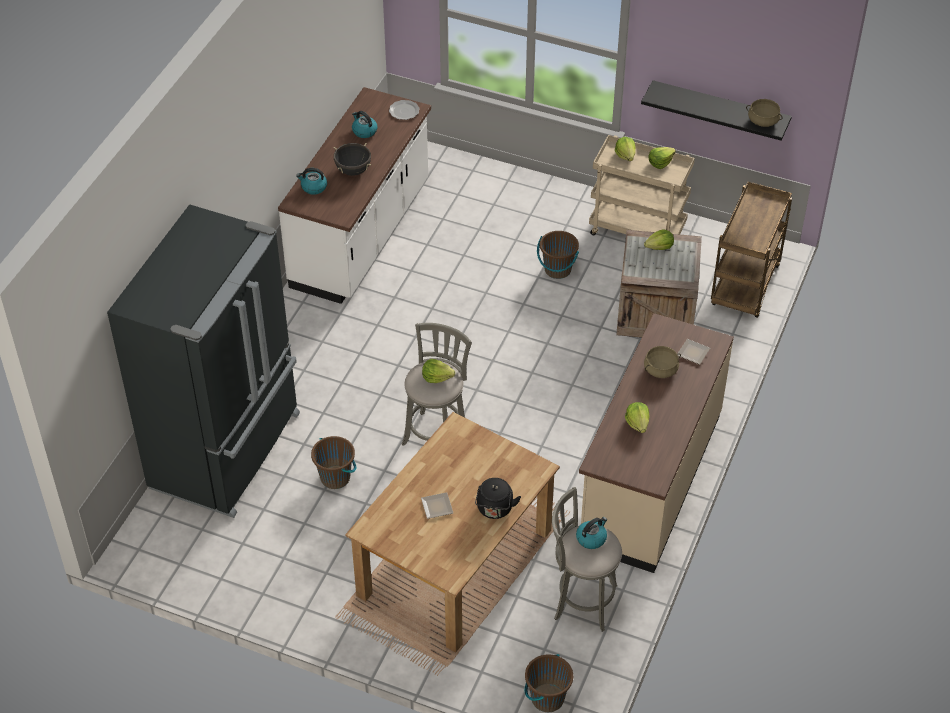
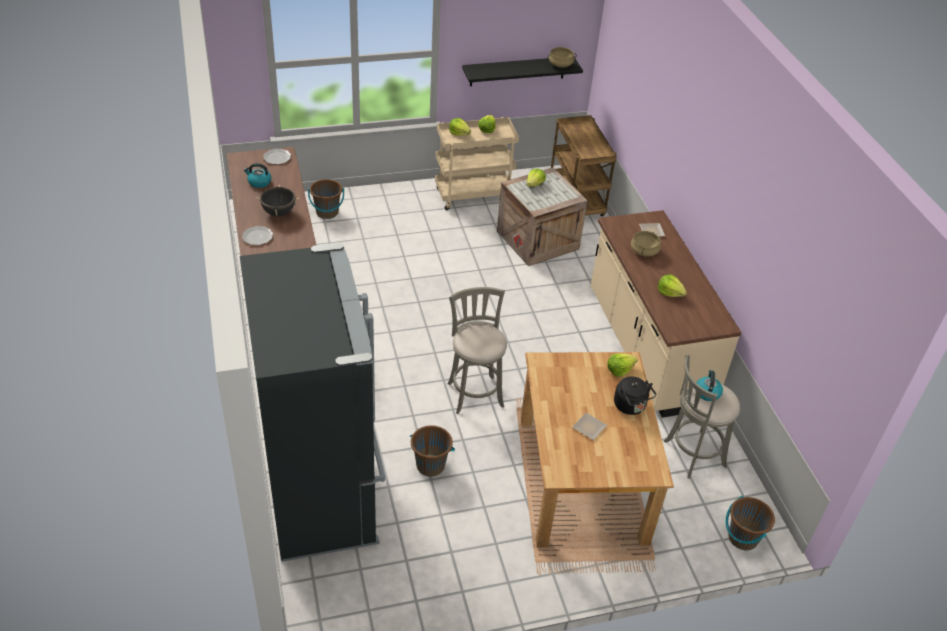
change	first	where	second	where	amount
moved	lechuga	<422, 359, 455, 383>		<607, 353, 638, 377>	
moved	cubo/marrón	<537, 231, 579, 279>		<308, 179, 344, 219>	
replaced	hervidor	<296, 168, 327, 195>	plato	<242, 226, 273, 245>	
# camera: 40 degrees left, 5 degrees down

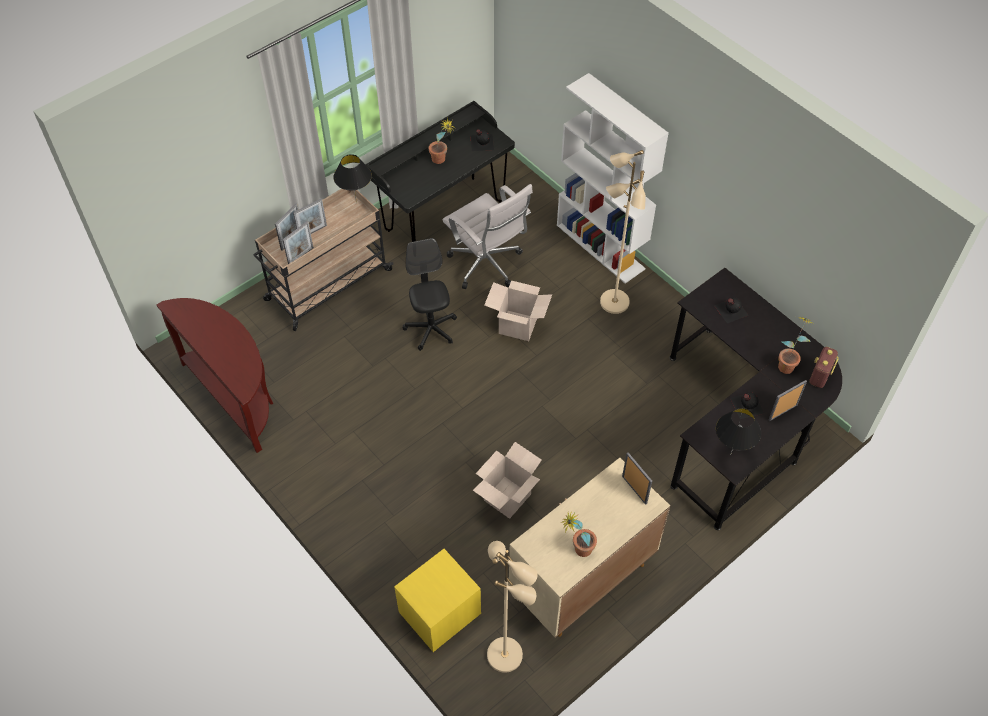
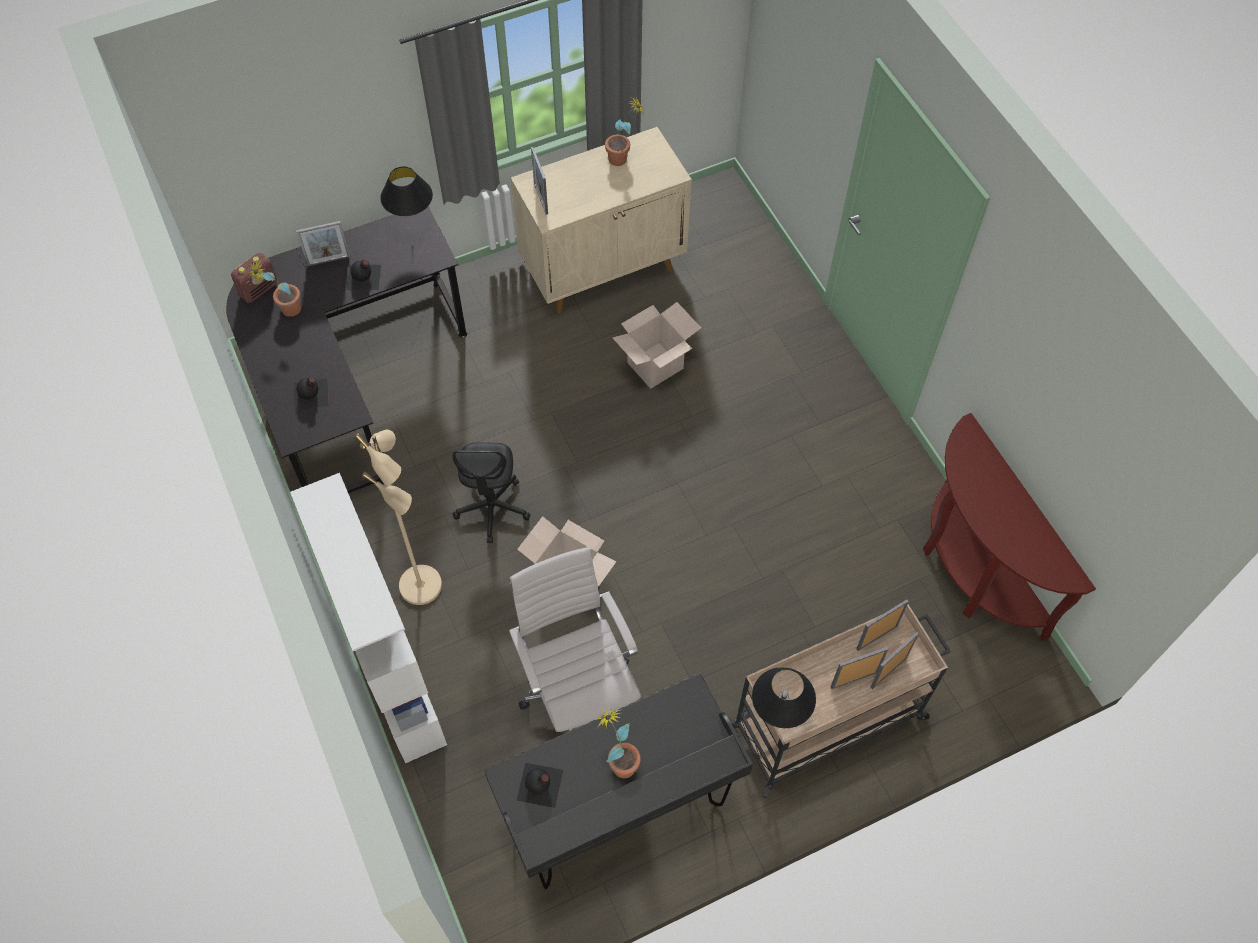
change	first	where	second	where	amount
removed	mesita de noche/amarillo	<394, 549, 481, 652>			
removed	lámpara de pie/beis	<487, 541, 538, 673>			
moved	silla de oficina/negro	<403, 238, 457, 351>		<453, 443, 530, 543>	
# camera: 165 degrees left, 5 degrees up

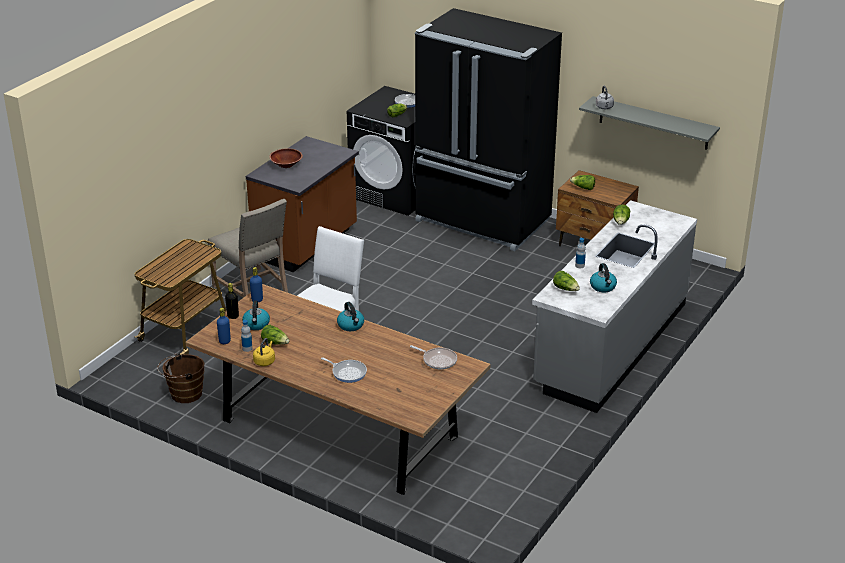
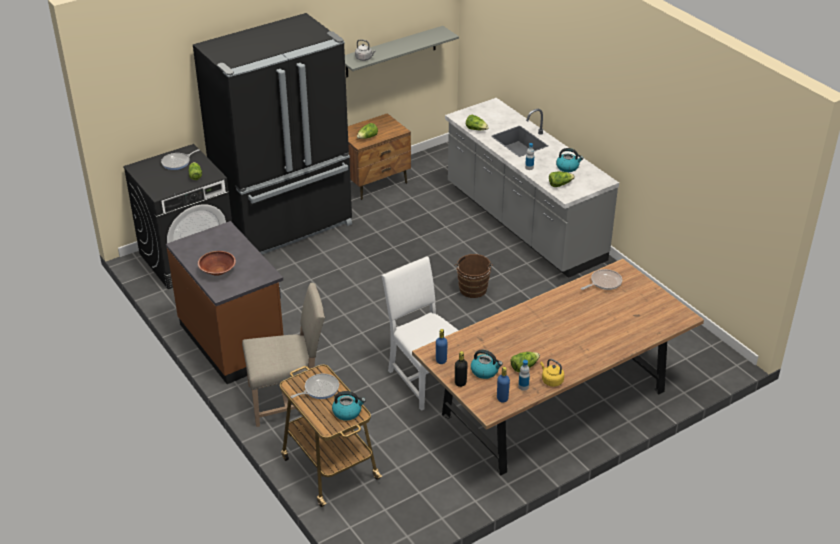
change	first	where	second	where	amount
moved	cubo/marrón	<157, 353, 205, 403>		<454, 254, 493, 298>	
moved	sartén	<321, 357, 367, 383>		<291, 373, 339, 399>	
moved	hervidor	<337, 302, 364, 331>		<332, 391, 366, 421>	
# camera: 65 degrees left, 5 degrees up

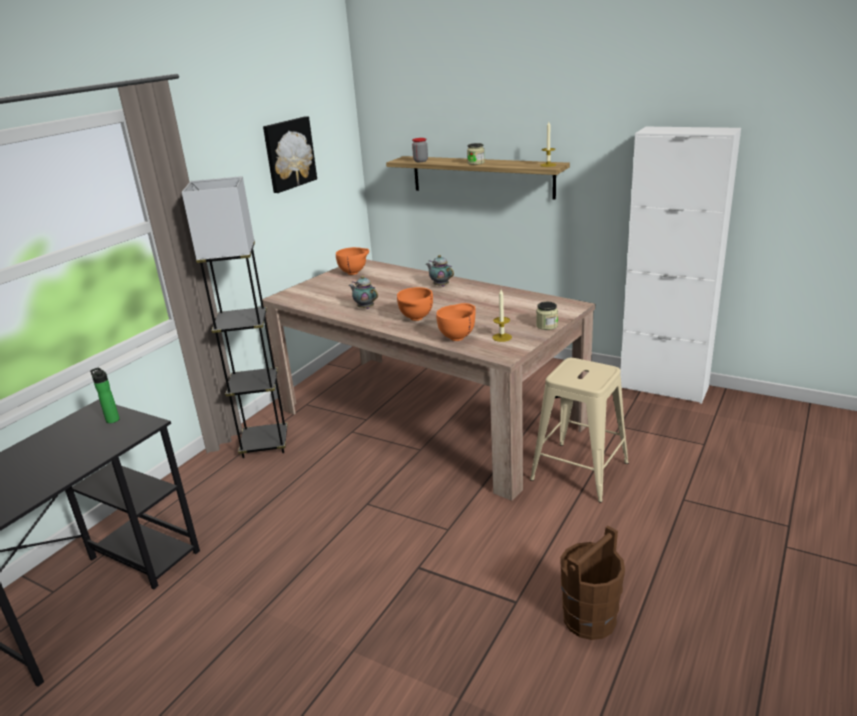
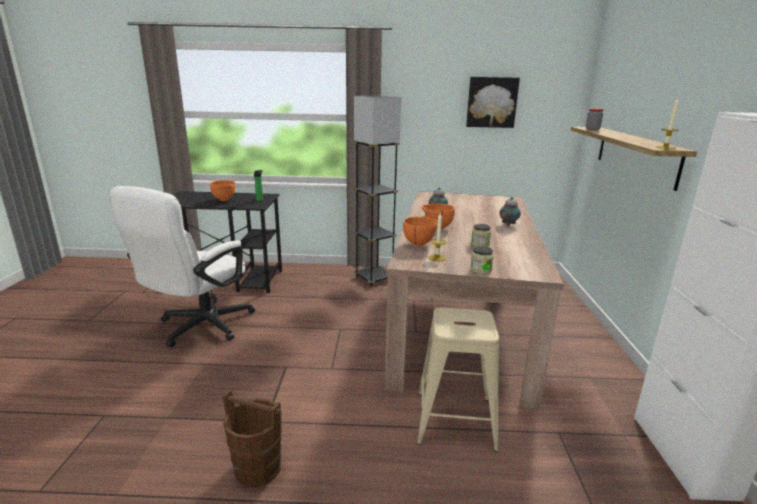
change	first	where	second	where	amount
added			silla de oficina/blanco	<109, 186, 255, 347>	
moved	cuenco/naranja	<336, 247, 369, 275>		<210, 180, 235, 201>	
moved	tarro	<467, 143, 485, 165>		<471, 224, 491, 247>	
# camera: 60 degrees right, 5 degrees down

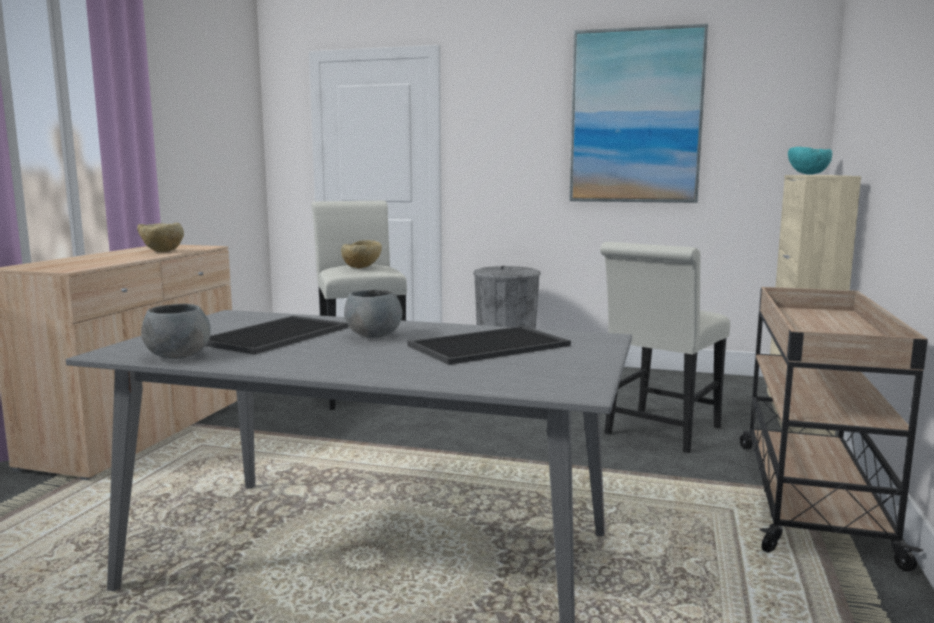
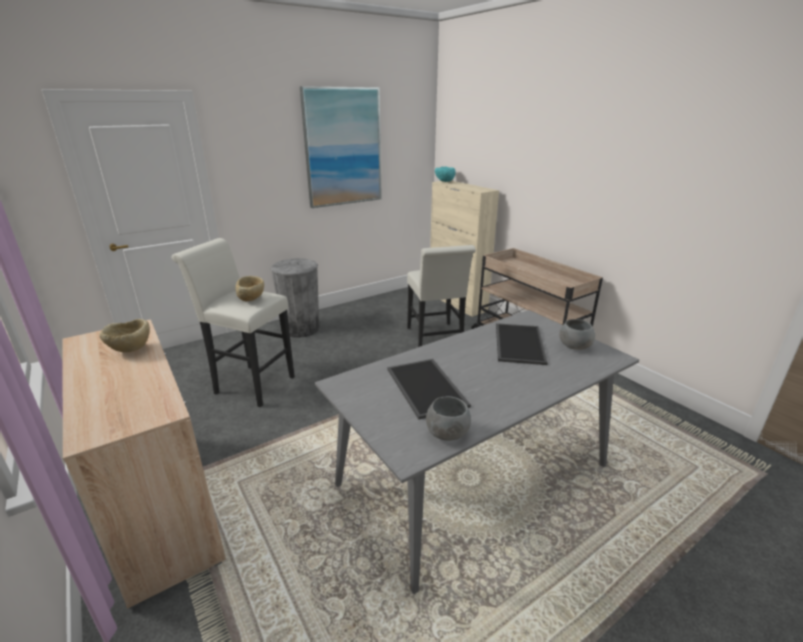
change	first	where	second	where	amount
moved	cuenco/gris	<344, 290, 402, 338>		<559, 319, 595, 350>	
# camera: 50 degrees left, 15 degrees up

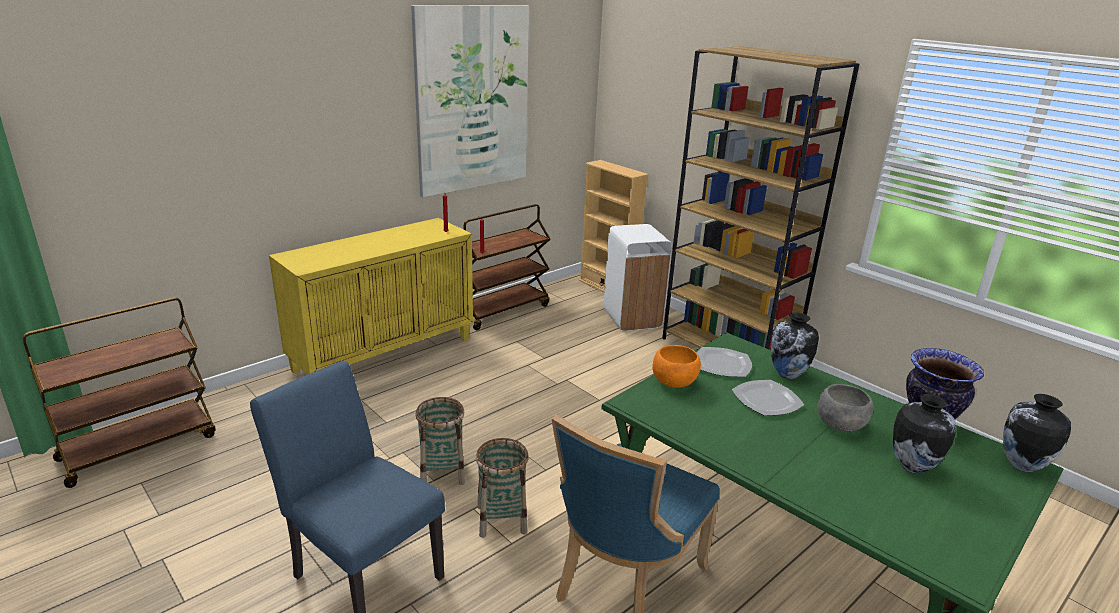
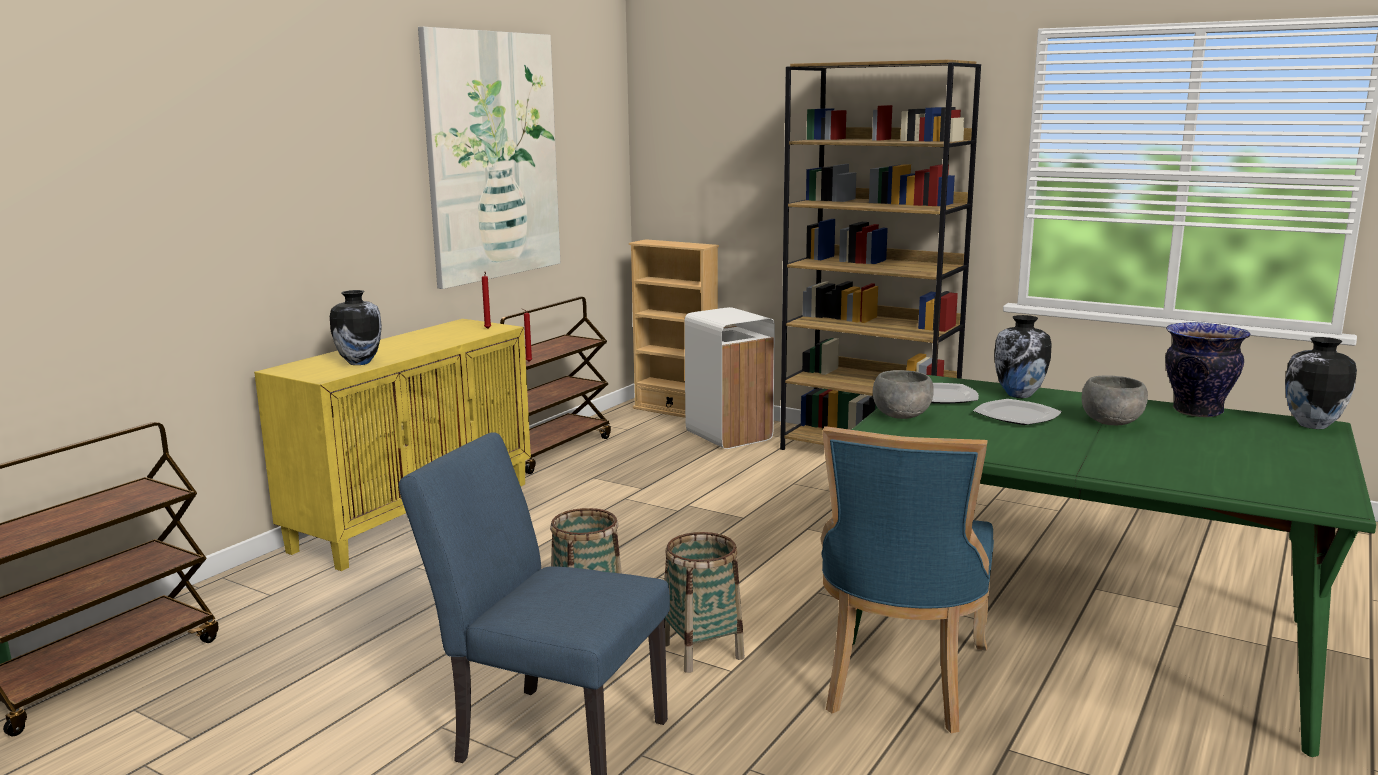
change	first	where	second	where	amount
moved	florero	<893, 394, 956, 474>		<330, 290, 382, 365>	
recoloured	cuenco/naranja	<652, 345, 701, 388>	cuenco/gris	<873, 370, 934, 419>	
# camera: 15 degrees left, 10 degrees down

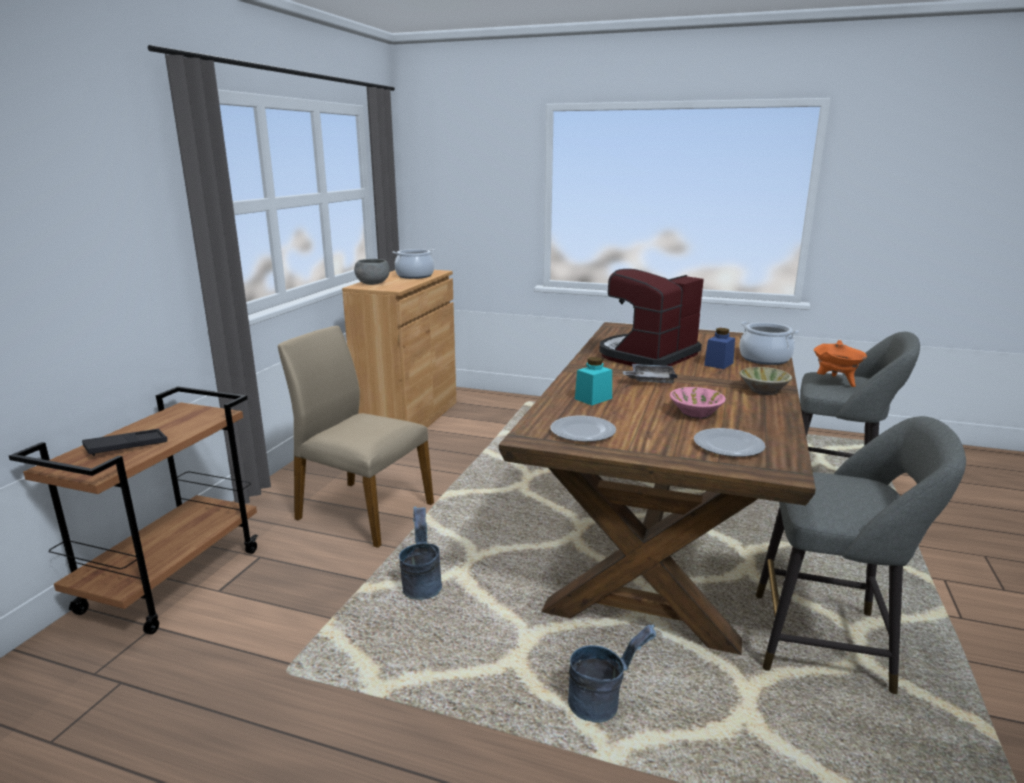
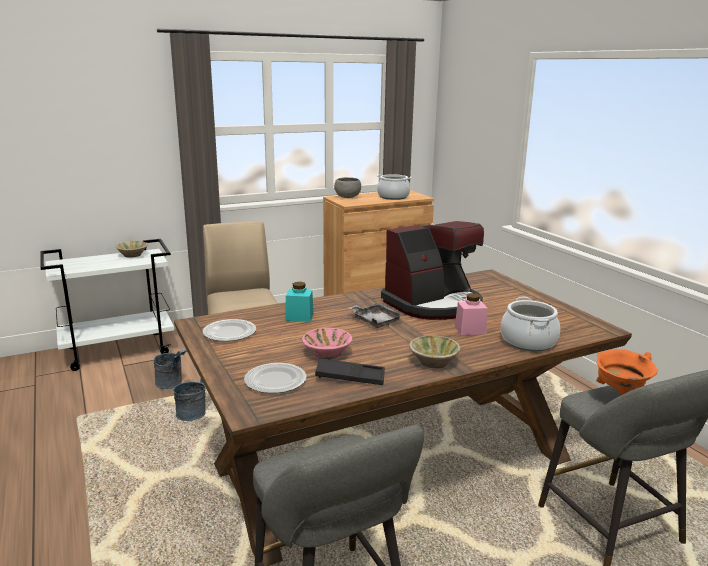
change	first	where	second	where	amount
added			cuenco/beis	<115, 241, 148, 258>	
moved	bandeja/negro	<82, 429, 167, 456>		<315, 358, 385, 385>	
moved	cubo/gris	<568, 624, 656, 723>		<154, 349, 187, 389>	
recoloured	carrito/marrón	<9, 386, 259, 634>	carrito/blanco	<40, 239, 174, 371>	
recoloured	tarro/azul	<704, 328, 735, 369>	tarro/rosa	<455, 293, 488, 335>	
turned	cafetera	<599, 269, 704, 366>		<381, 221, 484, 320>	150 degrees clockwise
# camera: 45 degrees right, 0 degrees up

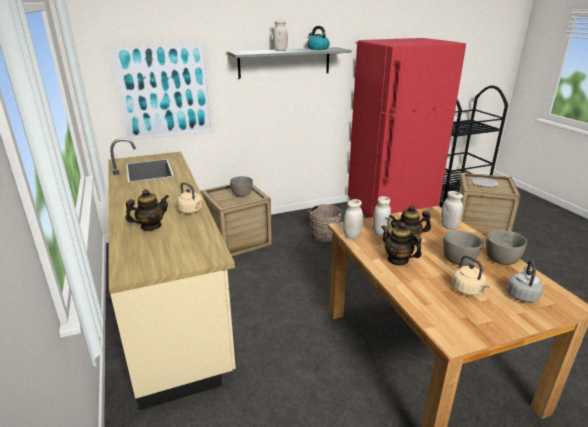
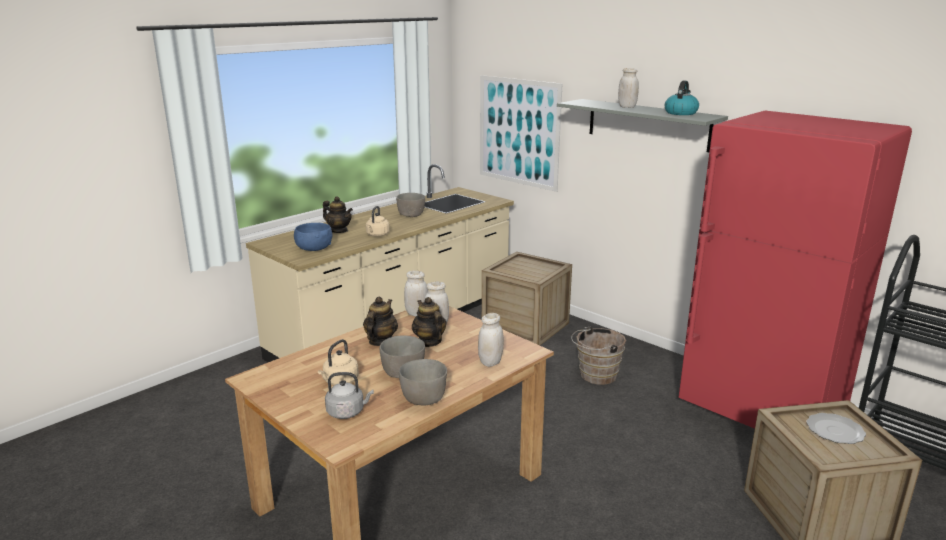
change	first	where	second	where	amount
added			cuenco/azul	<294, 223, 332, 251>	
moved	cuenco/gris	<230, 176, 253, 197>		<396, 193, 425, 217>	
# camera: 65 degrees right, 5 degrees down

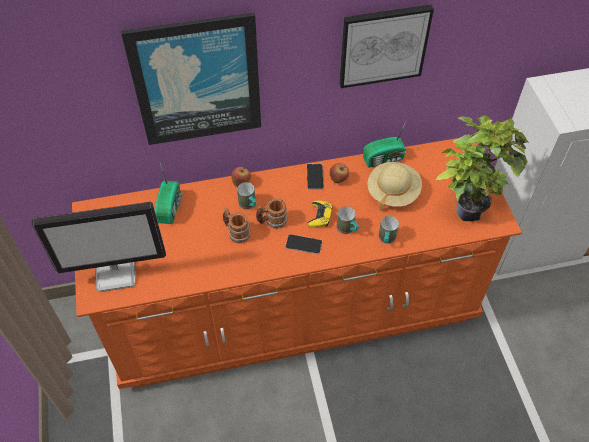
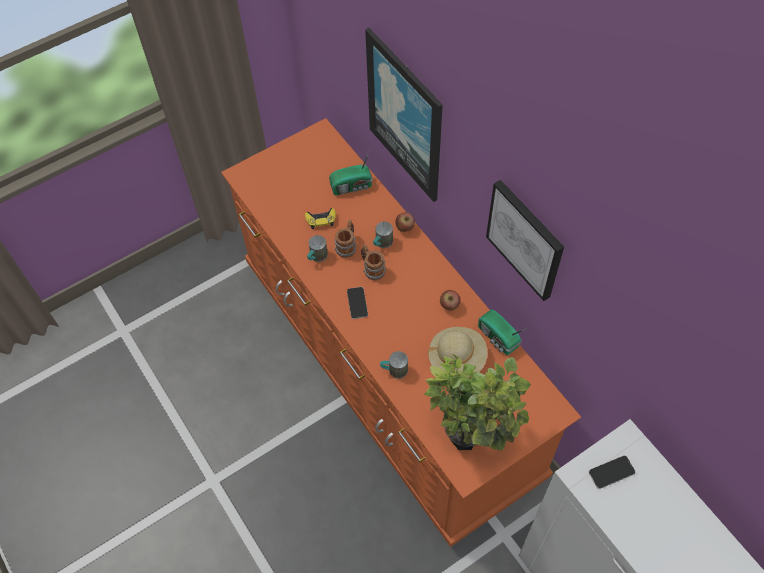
change	first	where	second	where	amount
removed	monitor	<32, 202, 166, 292>			
moved	móvil	<307, 164, 323, 190>		<589, 455, 635, 489>	
moved	mando de consola/amarillo	<307, 201, 333, 227>		<305, 208, 336, 229>	
moved	taza grande	<337, 206, 359, 234>		<307, 235, 328, 262>	
# camera: 70 degrees right, 5 degrees up

